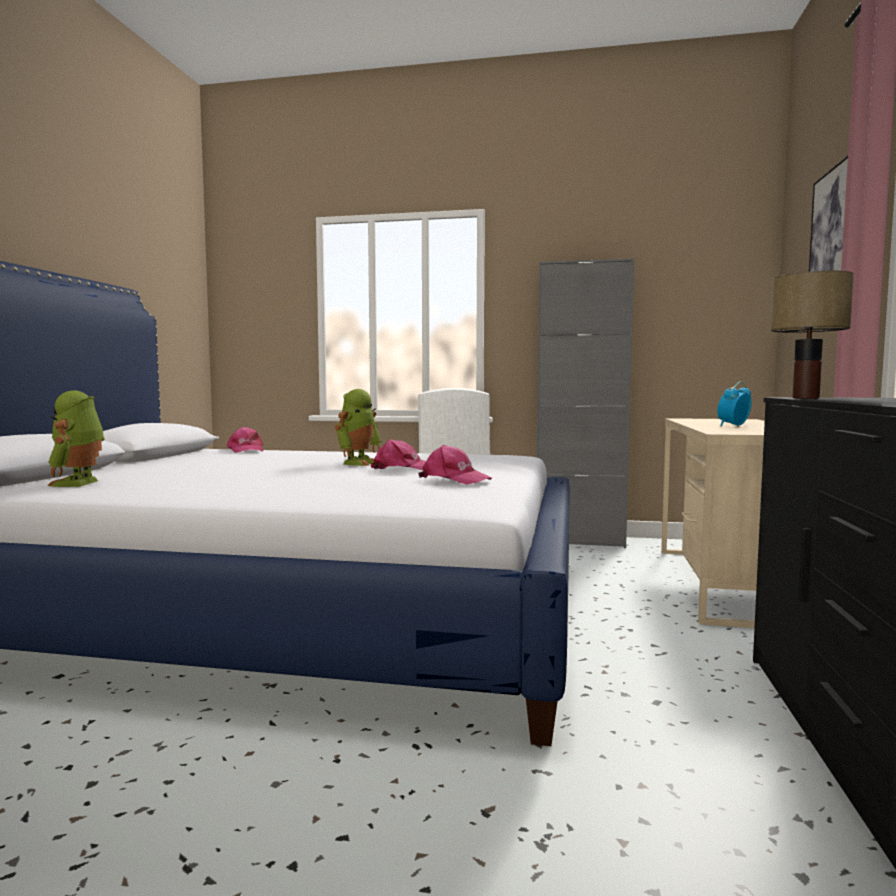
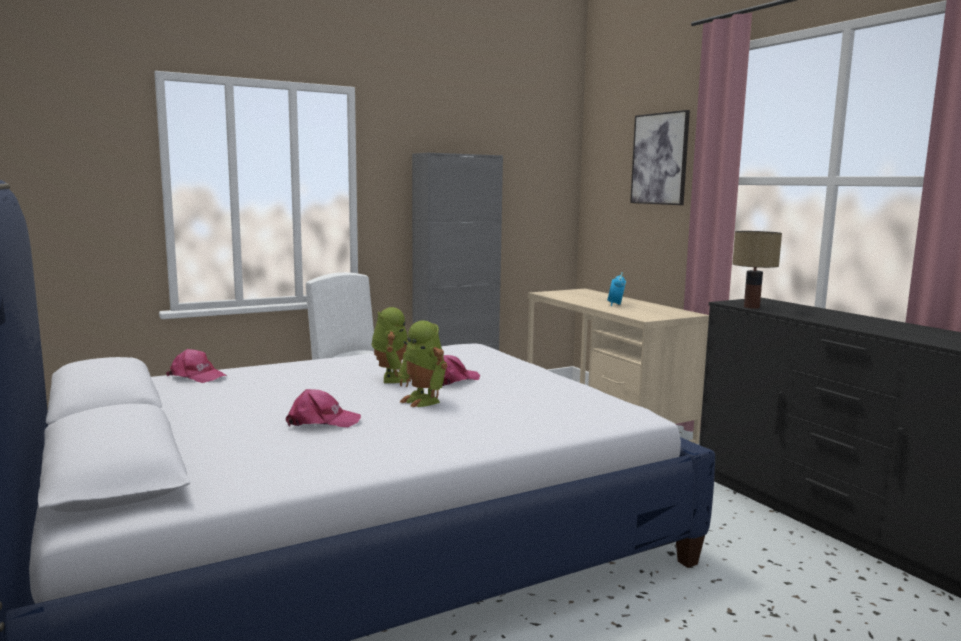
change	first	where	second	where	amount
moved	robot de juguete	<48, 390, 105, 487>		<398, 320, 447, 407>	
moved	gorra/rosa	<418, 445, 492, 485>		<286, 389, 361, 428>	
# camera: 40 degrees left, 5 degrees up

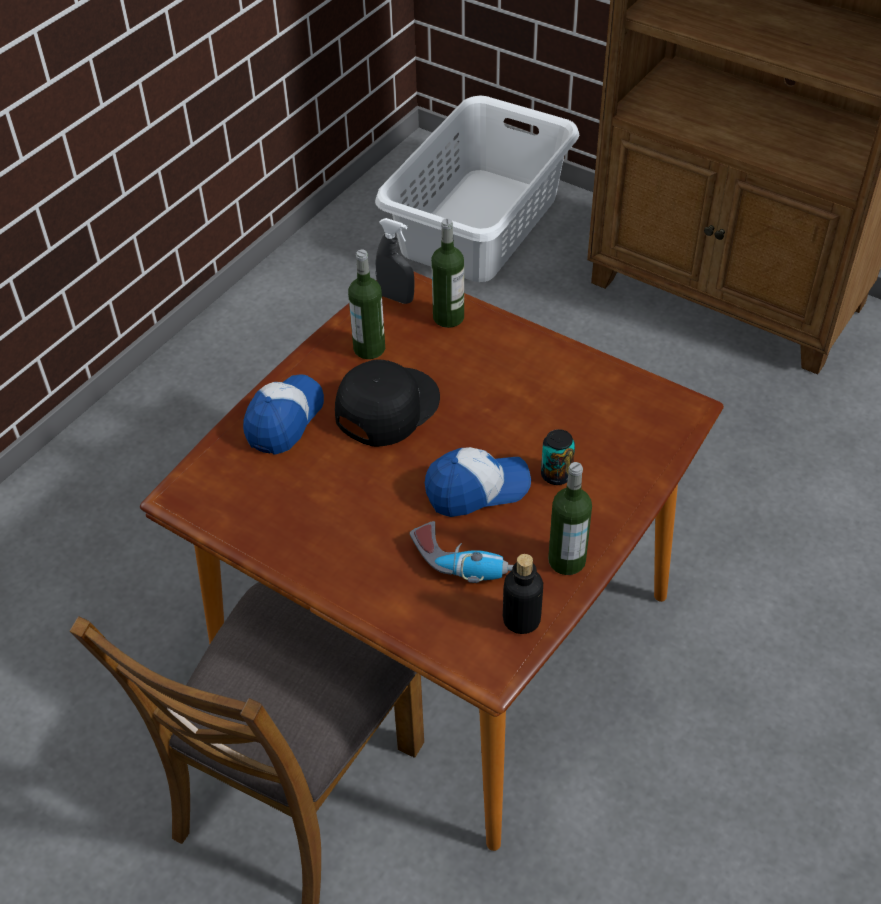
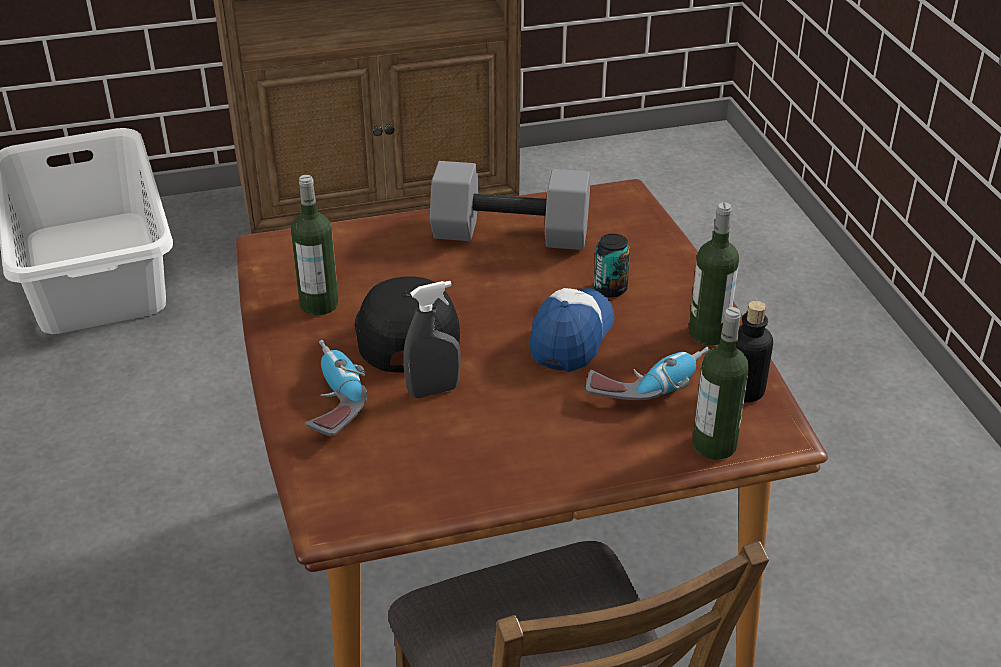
change	first	where	second	where	amount
added			mancuerna/gris	<430, 161, 590, 250>	
moved	pulverizador/gris	<375, 218, 415, 304>		<403, 281, 461, 398>	
moved	botella	<431, 218, 464, 328>		<693, 307, 749, 460>	
replaced	gorra	<243, 374, 324, 455>	taladro	<305, 340, 367, 436>	
# camera: 50 degrees left, 10 degrees down

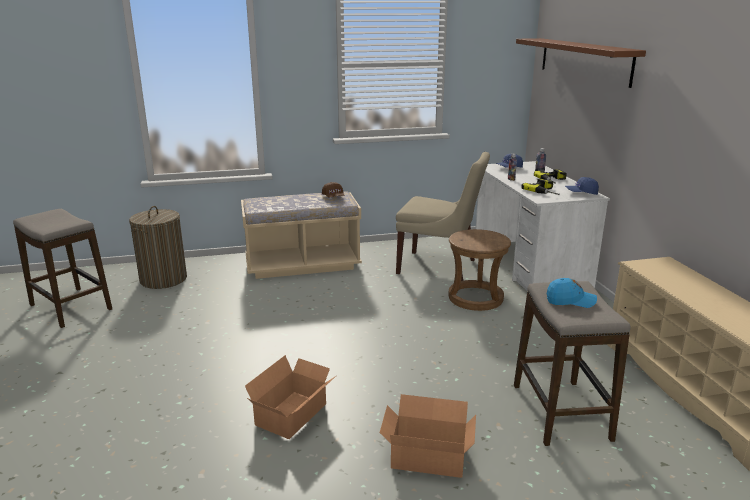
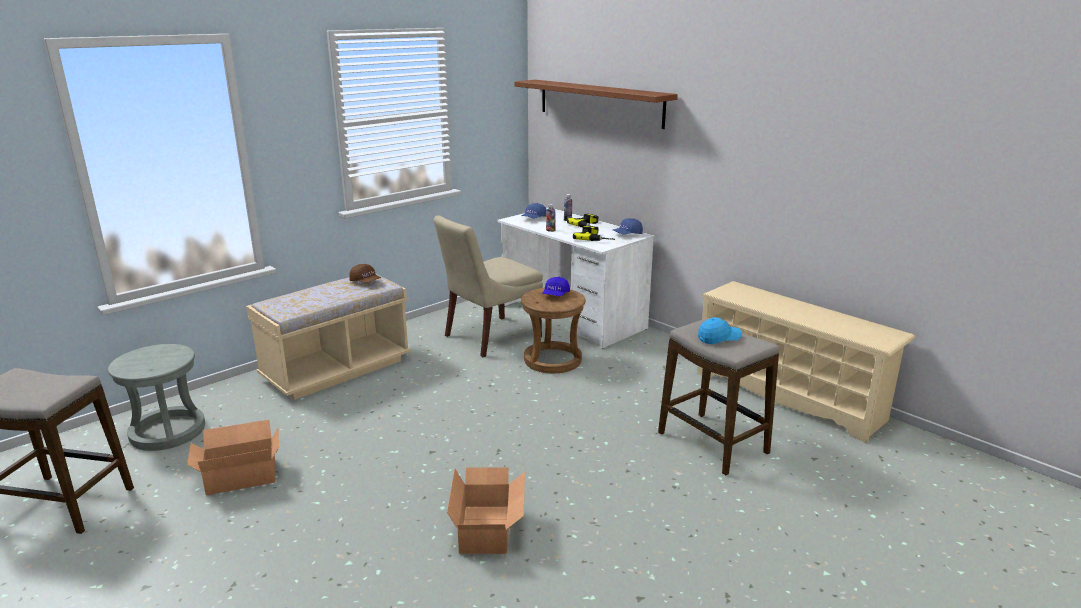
change	first	where	second	where	amount
added			gorra/azul	<542, 277, 570, 296>	
moved	caja de cartón	<380, 394, 476, 478>		<187, 420, 279, 495>	
replaced	cesto de la ropa	<129, 206, 187, 289>	taburete/gris	<108, 344, 205, 451>	
turned	silla/beis	<396, 152, 490, 281>		<434, 215, 543, 357>	150 degrees clockwise
# camera: 30 degrees left, 0 degrees up

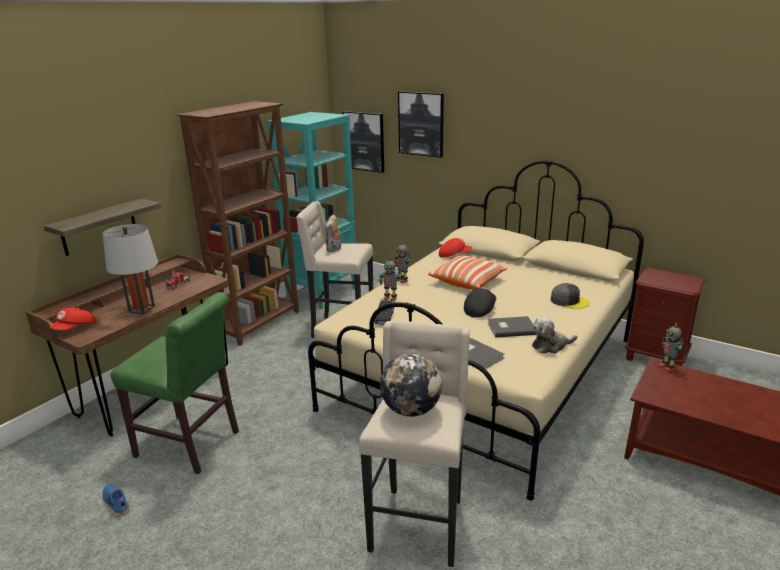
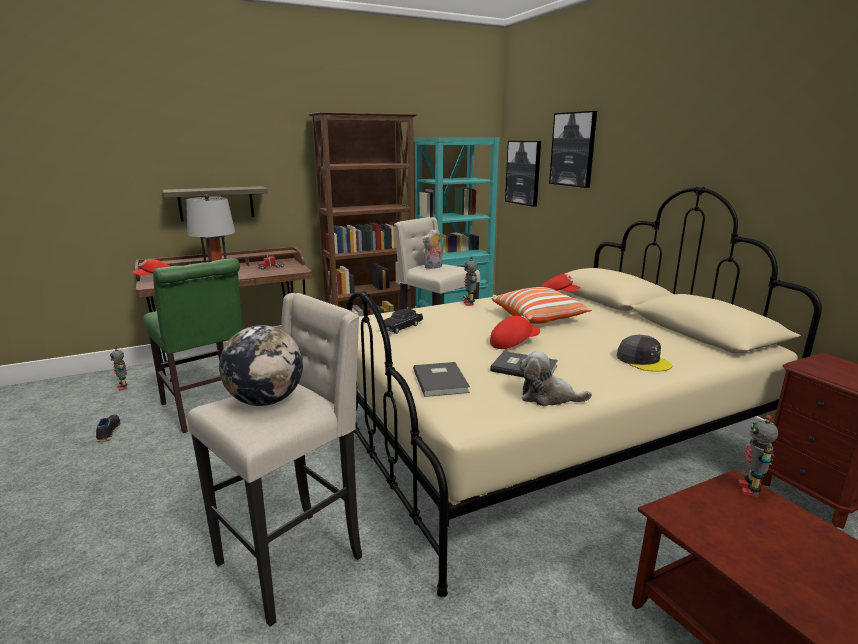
change	first	where	second	where	amount
moved	robot de juguete	<379, 257, 401, 301>		<110, 347, 128, 391>	
recoloured	zapato/azul	<103, 483, 130, 515>	zapato/negro	<96, 415, 120, 442>	
recoloured	gorra/negro	<464, 287, 496, 318>	gorra/rojo	<490, 315, 540, 349>	
# camera: 30 degrees right, 5 degrees down

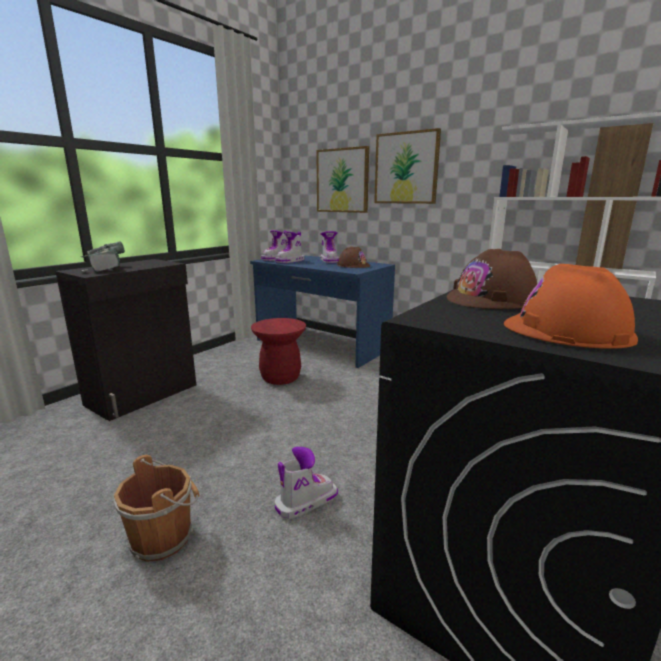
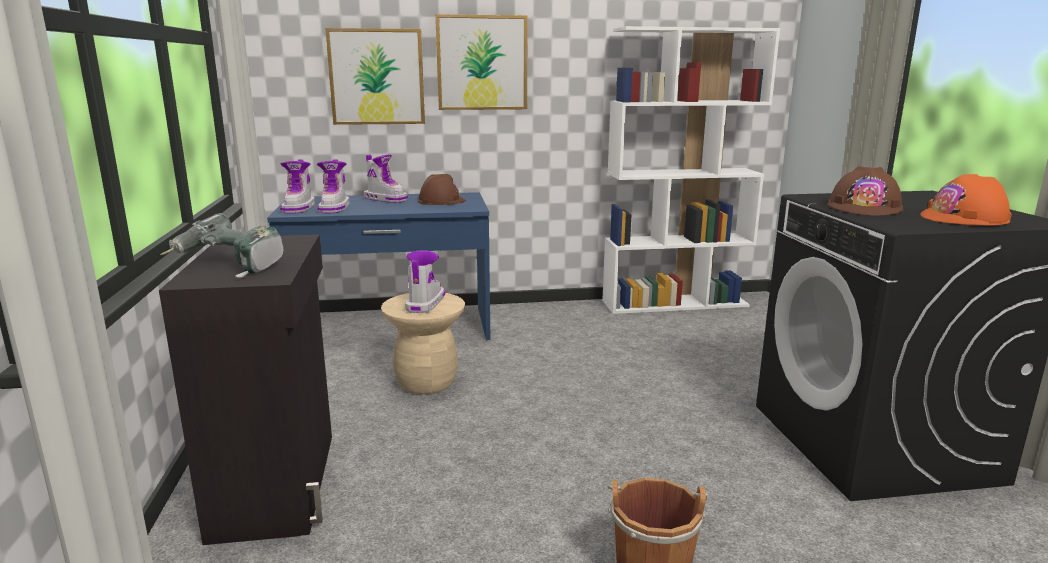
change	first	where	second	where	amount
moved	bota	<274, 447, 338, 519>		<405, 250, 445, 313>	
recoloured	taburete/rojo	<251, 318, 306, 385>	taburete/beis	<381, 293, 465, 394>	
# camera: 45 degrees left, 0 degrees up

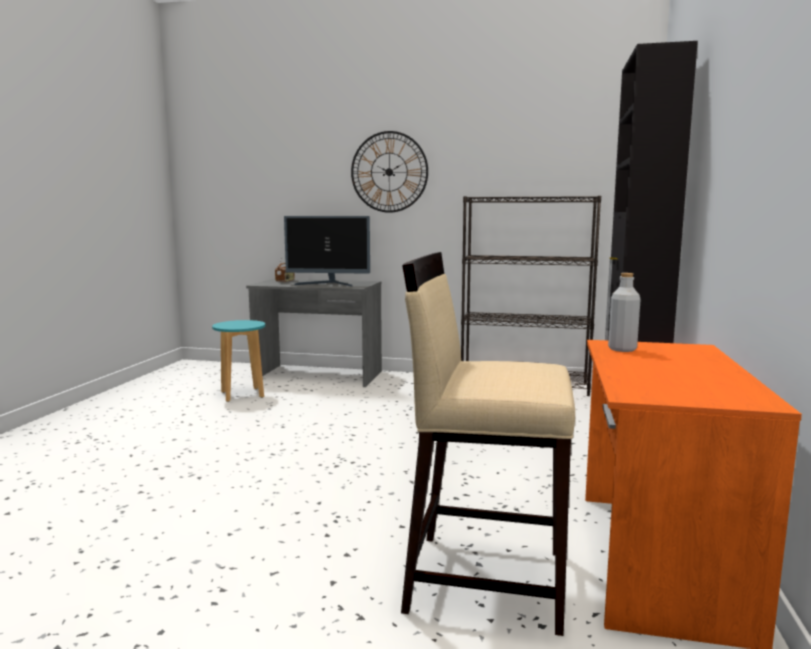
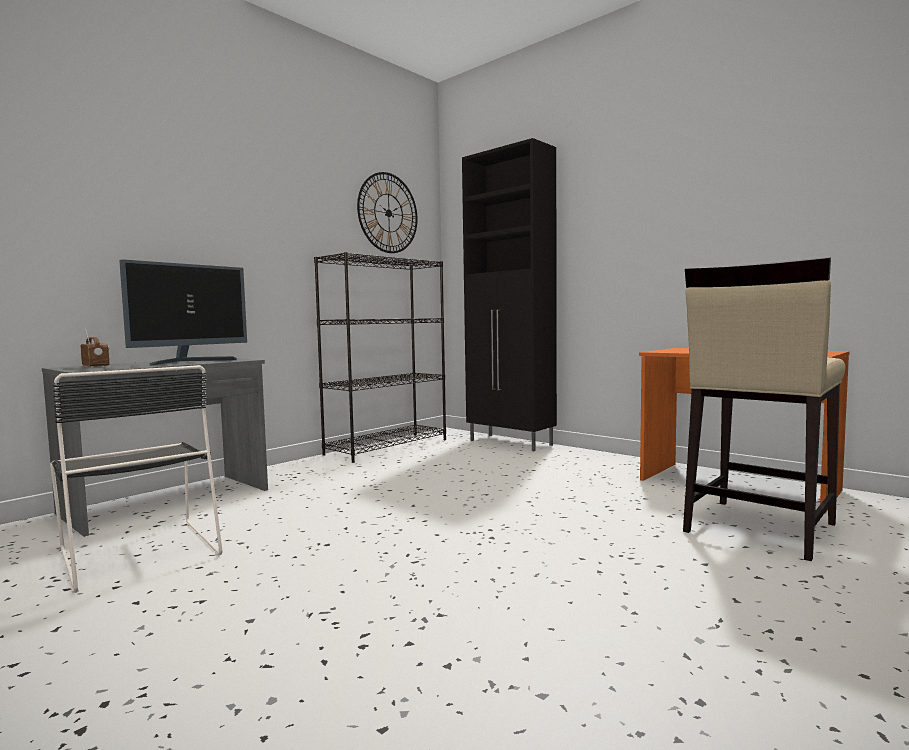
change	first	where	second	where	amount
removed	botella/gris	<608, 273, 641, 352>			
moved	reloj de pared	<351, 131, 428, 213>		<357, 172, 418, 253>	
replaced	taburete/turquesa	<212, 320, 265, 402>	silla/negro	<50, 365, 223, 593>	
# camera: 60 degrees left, 5 degrees down

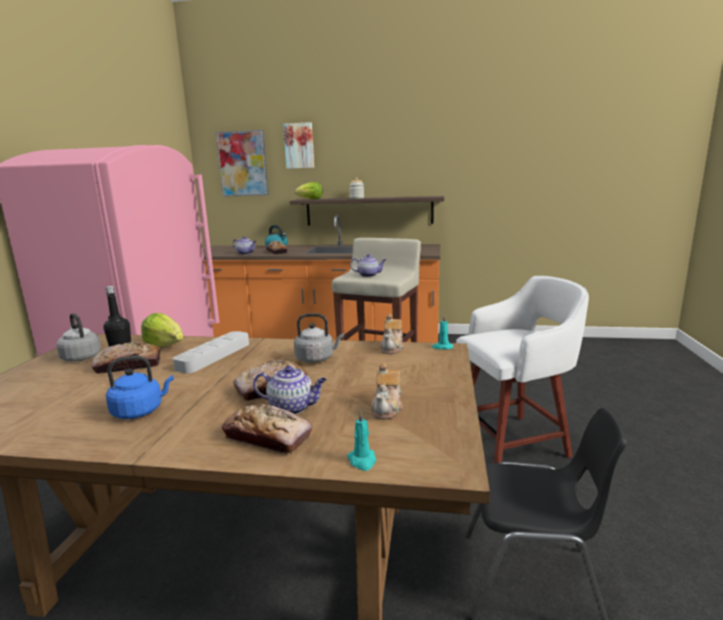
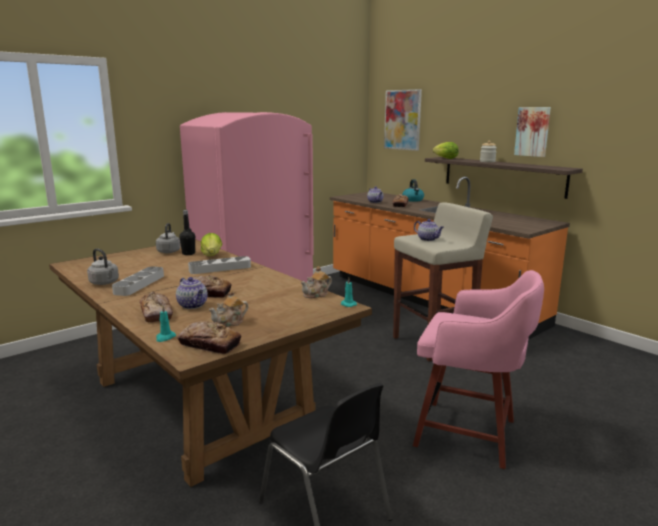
change	first	where	second	where	amount
moved	pan	<92, 342, 160, 374>		<177, 321, 241, 354>	
moved	cuadro	<283, 122, 314, 169>		<514, 107, 551, 157>	
moved	hervidor/gris	<294, 313, 344, 363>		<87, 248, 119, 285>	
replaced	hervidor/azul	<106, 356, 174, 419>	bandeja/gris	<112, 266, 164, 296>	
recoloured	taburete/blanco	<456, 276, 589, 463>	taburete/rosa	<413, 270, 544, 469>	
# camera: 40 degrees right, 0 degrees up

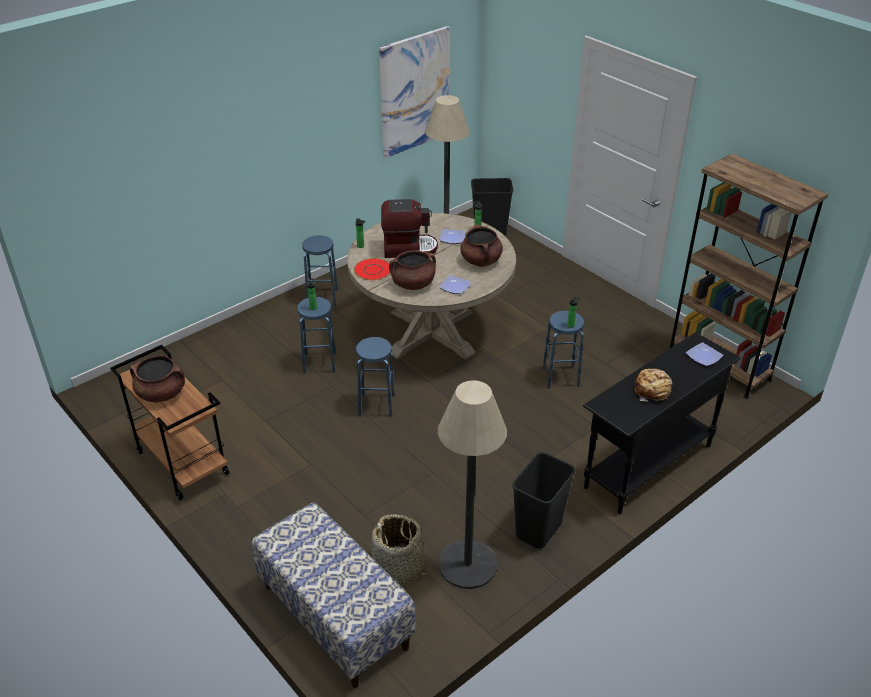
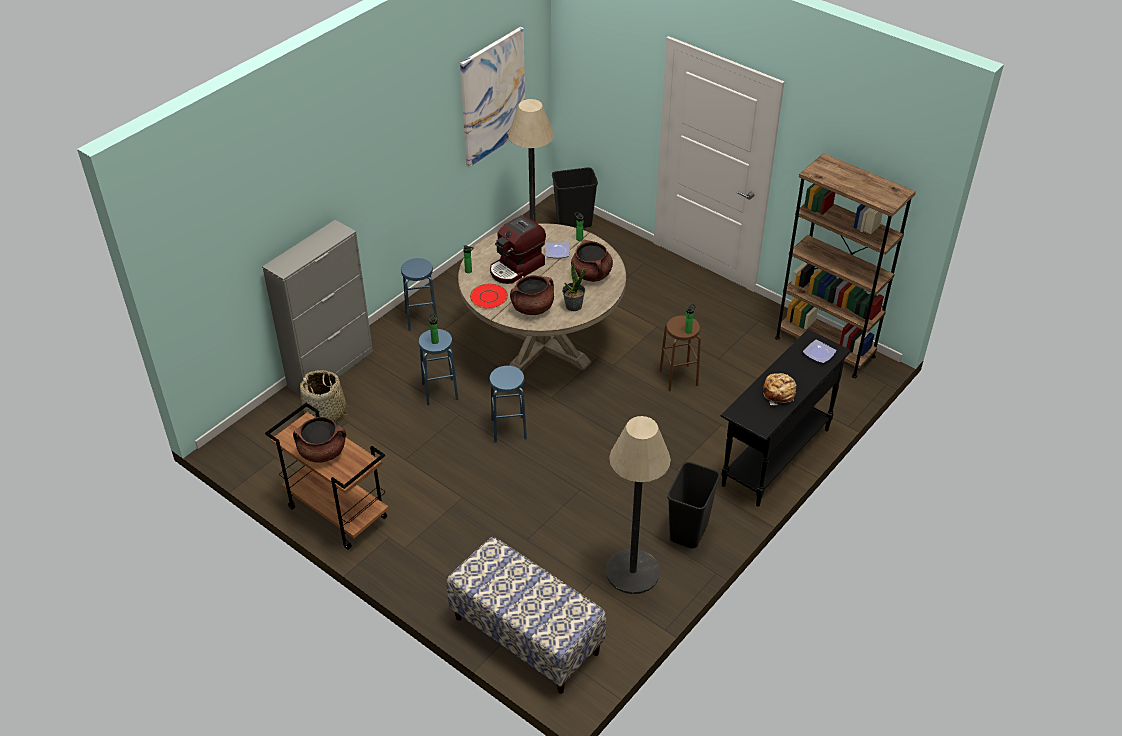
change	first	where	second	where	amount
added			armario/gris	<262, 220, 373, 396>	
moved	cesta	<371, 514, 429, 584>		<300, 370, 350, 422>	
replaced	plato	<439, 275, 471, 294>	planta en maceta	<562, 261, 586, 311>	
recoloured	taburete/azul	<542, 311, 584, 389>	taburete/marrón	<659, 316, 701, 391>	
turned	cafetera	<381, 199, 438, 258>		<490, 215, 546, 284>	150 degrees clockwise
# camera: 10 degrees left, 5 degrees up

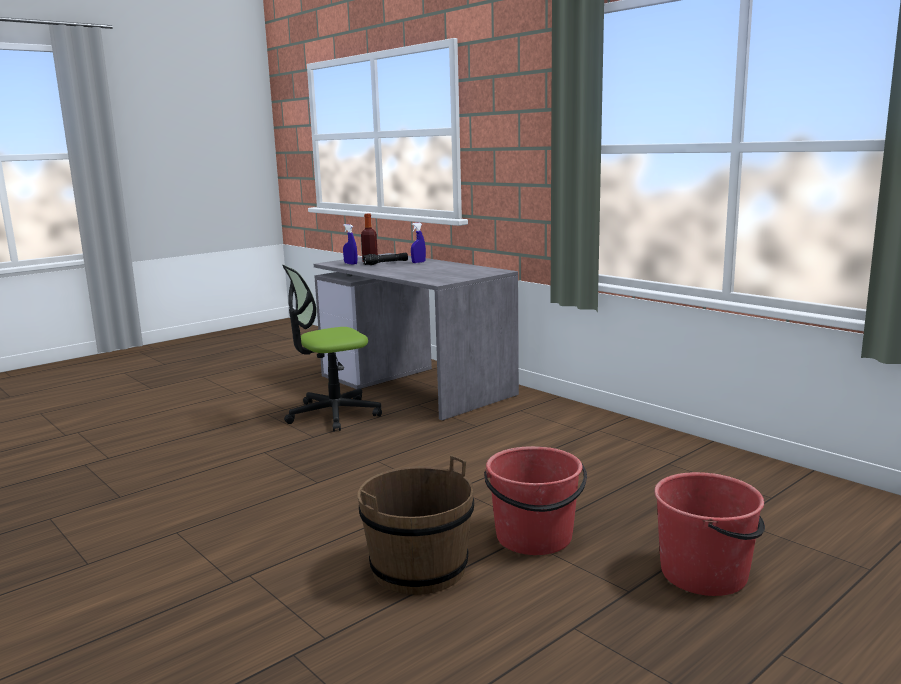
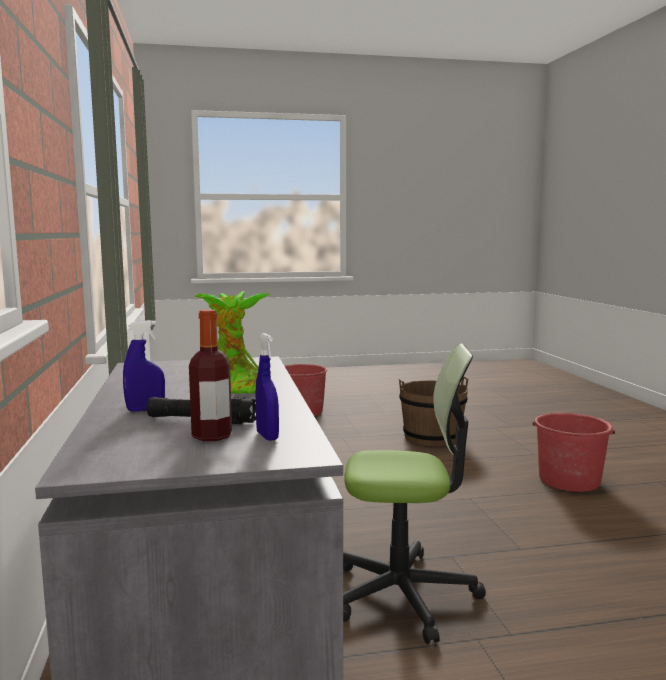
change	first	where	second	where	amount
added			planta en maceta	<195, 291, 273, 394>	
moved	cubo/rojo	<484, 446, 587, 555>		<533, 413, 615, 492>	
# camera: 150 degrees left, 5 degrees down

